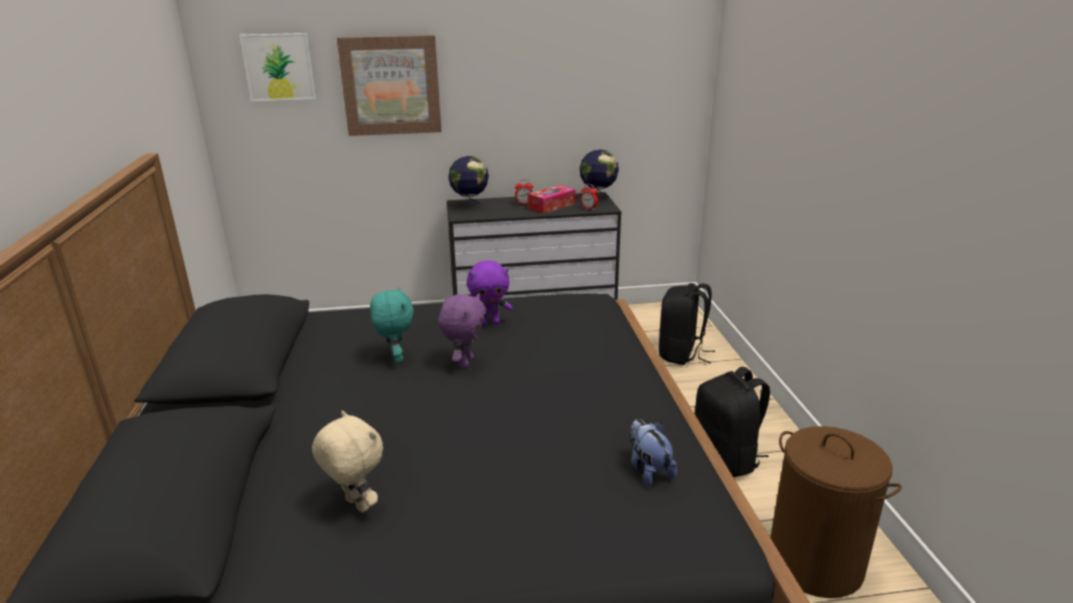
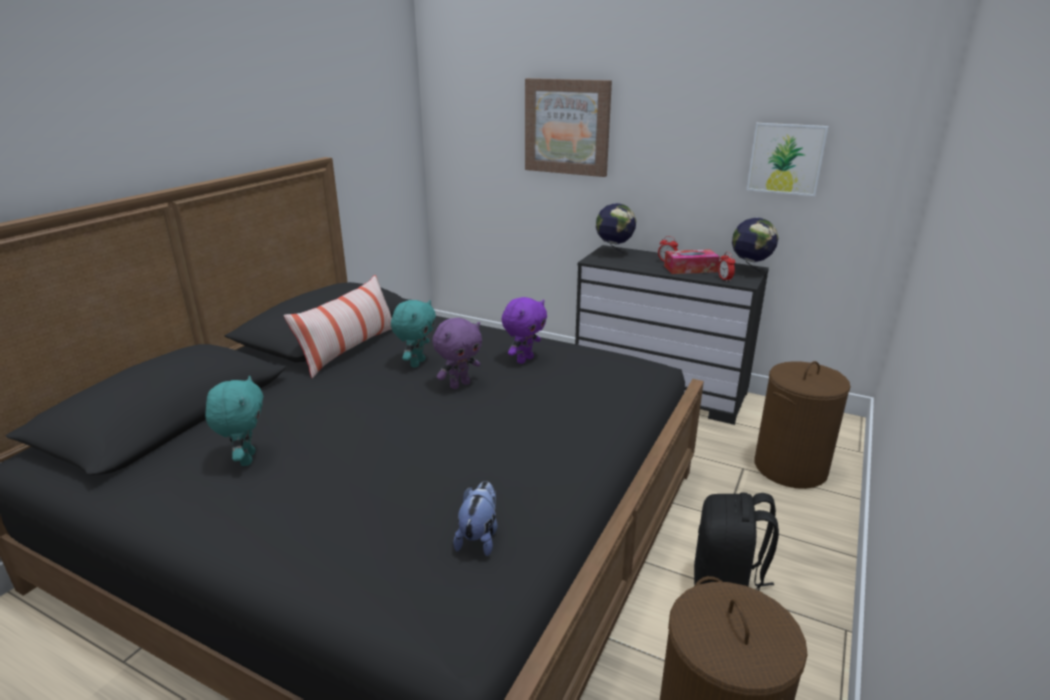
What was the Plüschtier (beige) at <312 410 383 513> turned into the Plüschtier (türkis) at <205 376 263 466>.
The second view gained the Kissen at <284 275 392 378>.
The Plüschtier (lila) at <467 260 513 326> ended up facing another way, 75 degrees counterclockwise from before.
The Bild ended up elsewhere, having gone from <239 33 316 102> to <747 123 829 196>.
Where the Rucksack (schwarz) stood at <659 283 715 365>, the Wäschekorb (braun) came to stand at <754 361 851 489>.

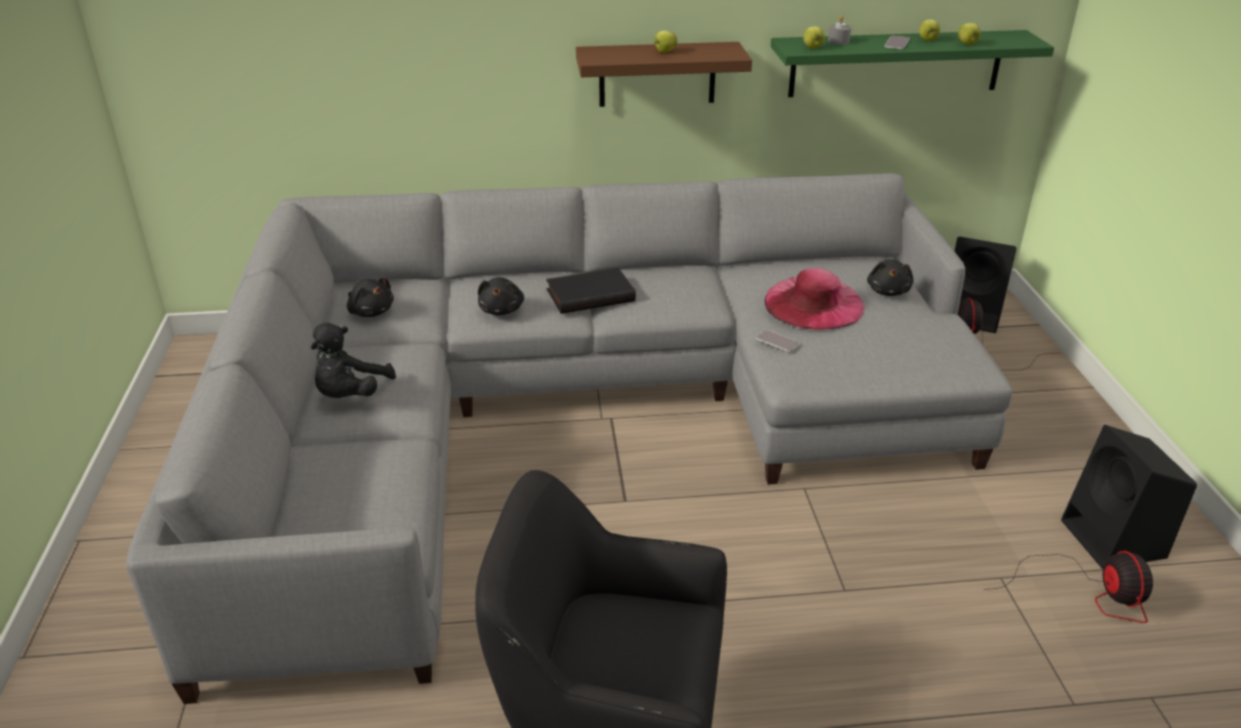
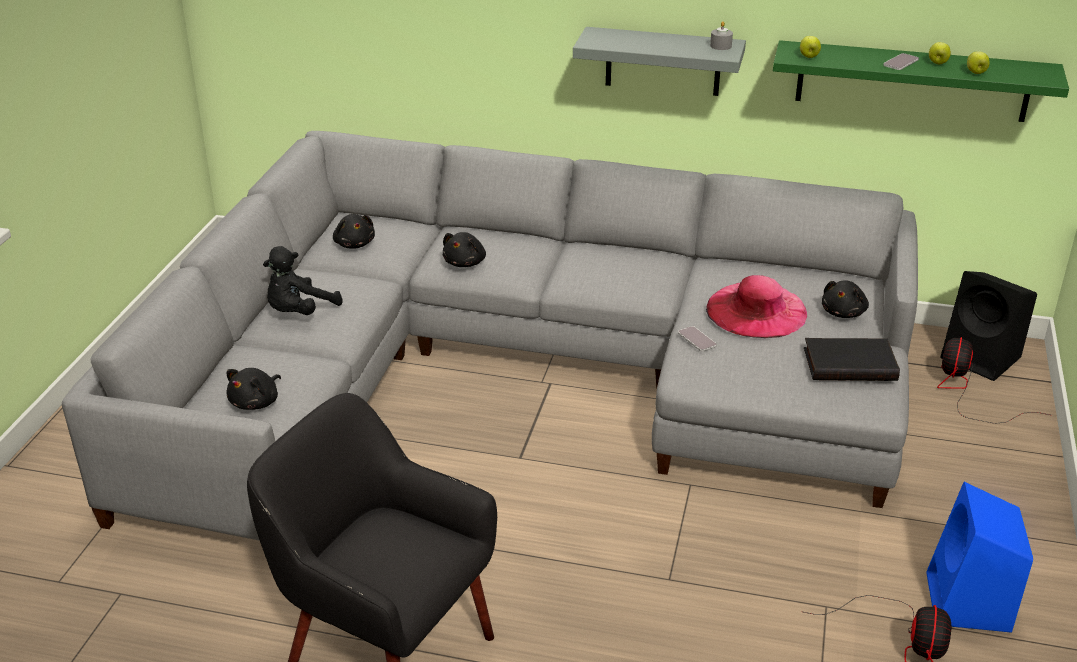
The second view gained the Plüschtier (schwarz) at <226 368 281 410>.
What was the Wandregal (braun) at <576 42 752 107> turned into the Wandregal (grau) at <573 27 746 96>.
The Kerze (grau) ended up elsewhere, having gone from <828 15 851 45> to <710 21 733 50>.
The Buch (schwarz) ended up elsewhere, having gone from <546 267 636 314> to <804 338 900 381>.
What was the Lautsprecher (schwarz) at <1061 425 1197 569> turned into the Lautsprecher (blau) at <926 482 1033 633>.
The second view lost the Apfel at <654 30 677 53>.

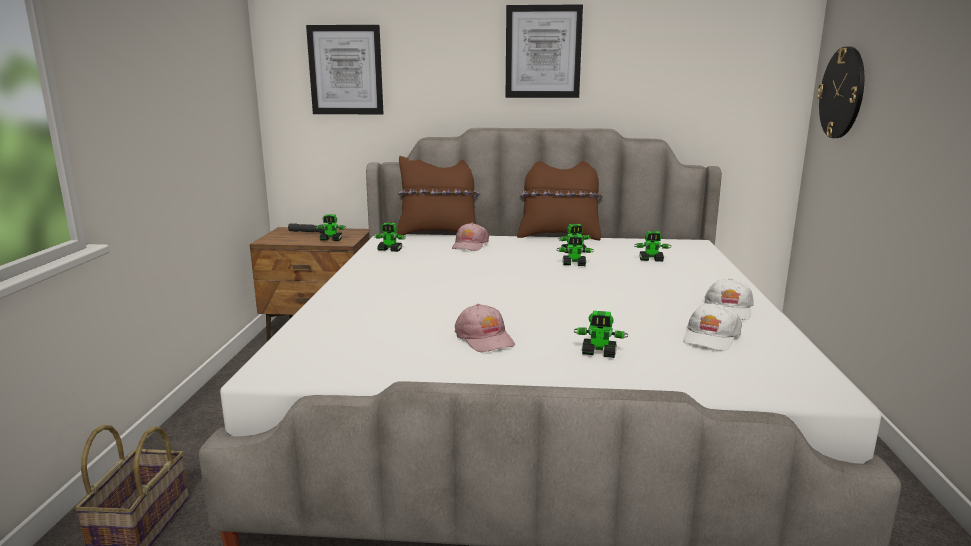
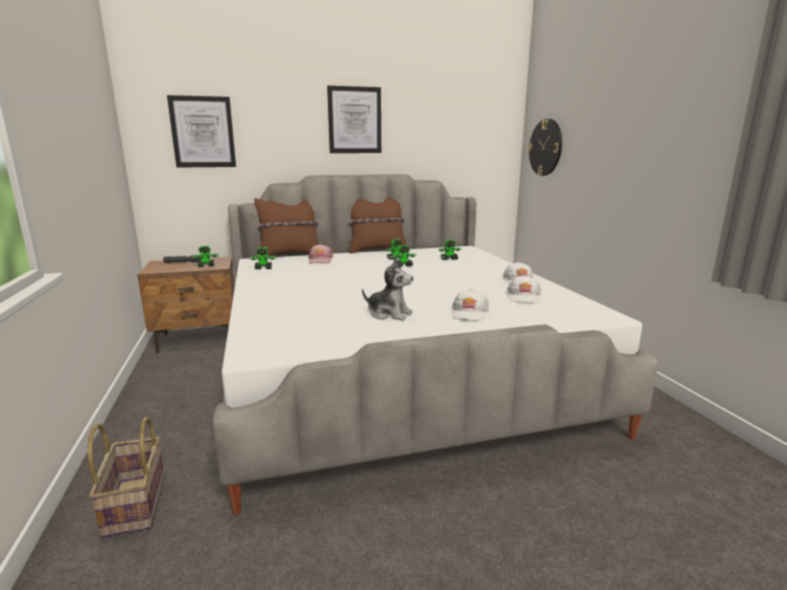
Where the Kappe (rosa) stood at <455 304 515 352>, the Plüschtier came to stand at <362 258 413 321>.
Where the Spielzeugroboter stood at <574 311 628 358>, the Kappe (weiß) came to stand at <452 289 489 321>.

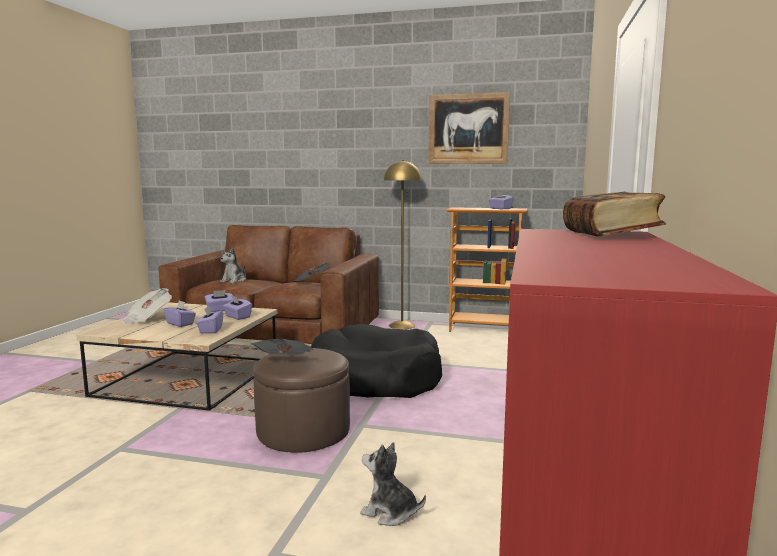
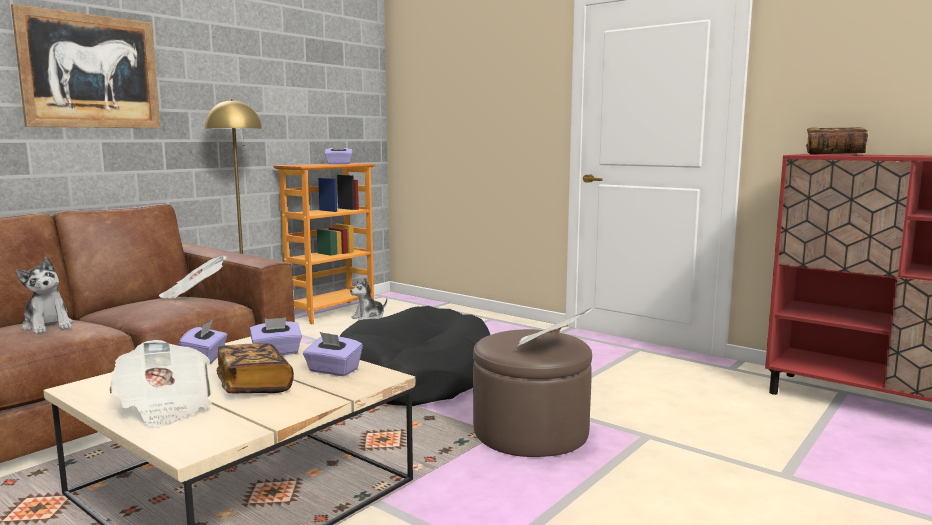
The Bild ended up elsewhere, having gone from <428 92 510 164> to <11 4 160 128>.
Where the Taschentuchbox (lila) stood at <164 301 196 327>, the Buch came to stand at <217 343 294 393>.
The Plüschtier ended up elsewhere, having gone from <360 442 426 526> to <350 277 387 320>.

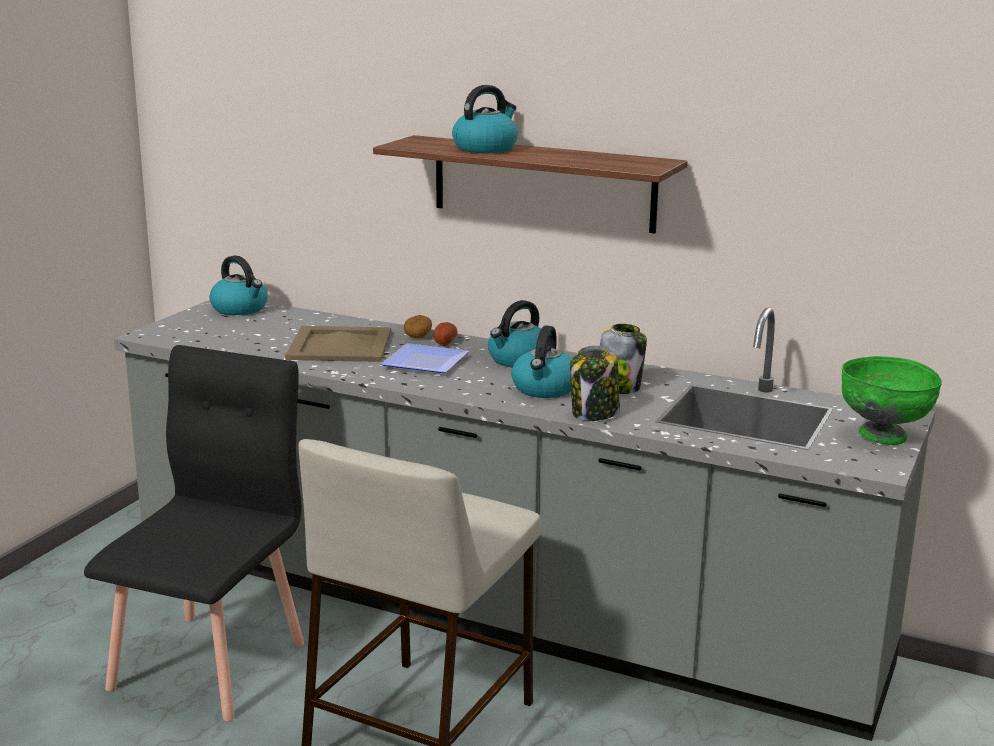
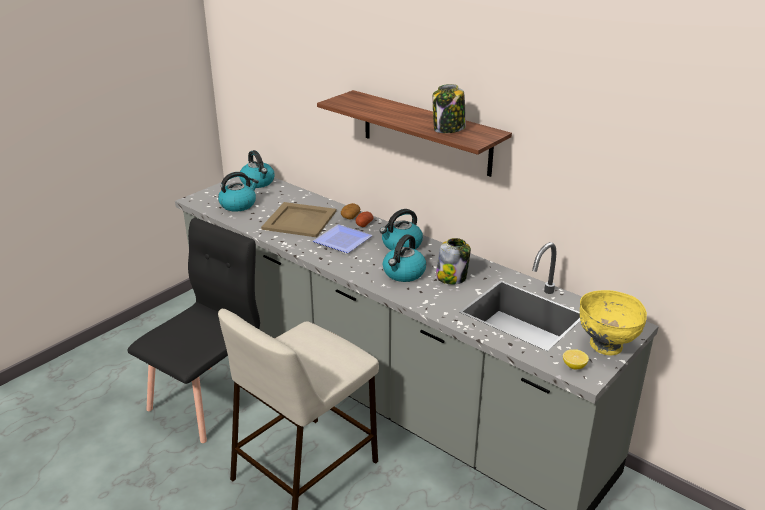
The Wasserkessel ended up elsewhere, having gone from <452 85 518 153> to <218 172 259 212>.
The Vorratsglas ended up elsewhere, having gone from <570 346 620 421> to <433 84 466 133>.
The second view gained the Zitrone at <563 349 589 369>.
What was the Schüssel (grün) at <842 356 942 445> turned into the Schüssel (gelb) at <580 290 647 356>.

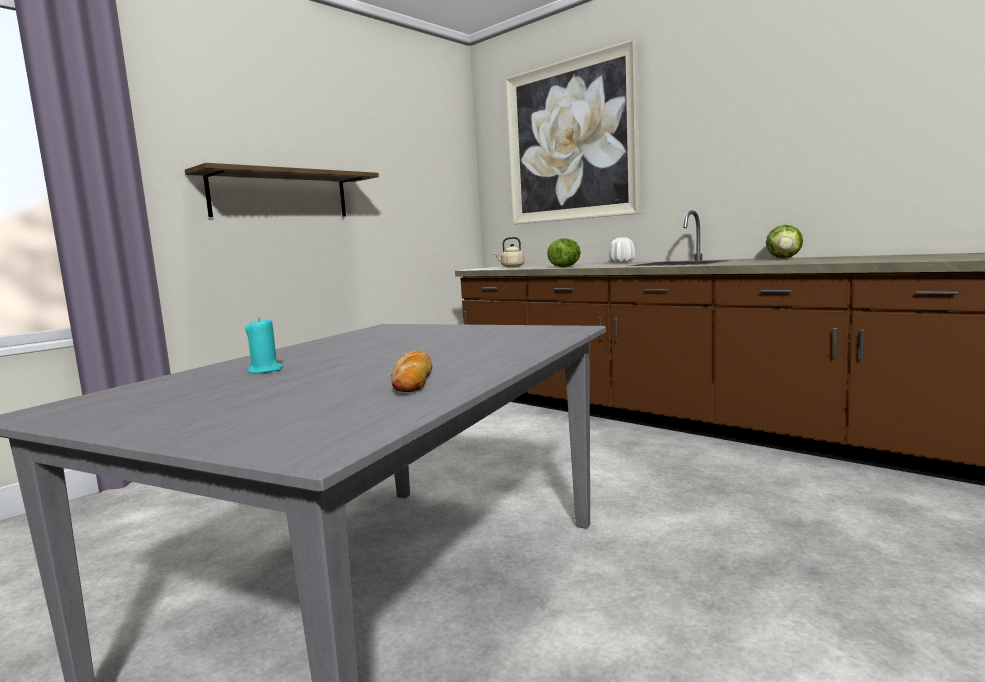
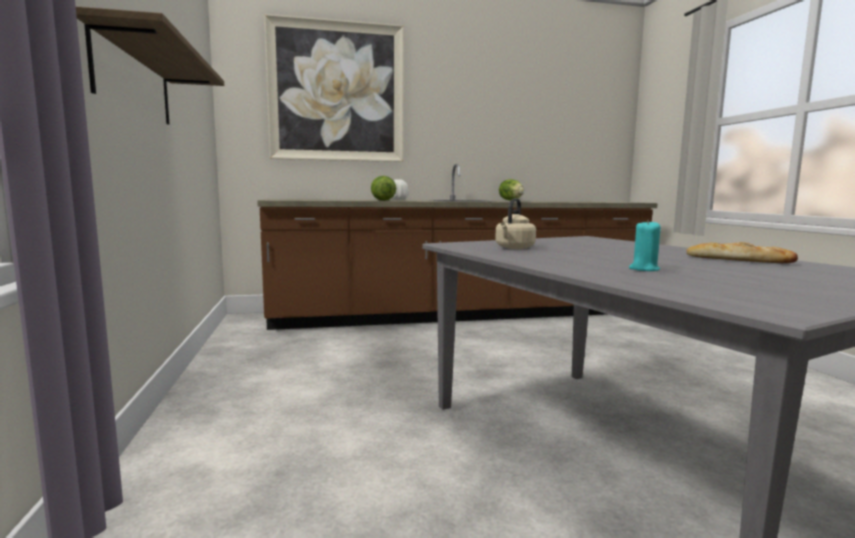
The Wasserkessel (beige) ended up elsewhere, having gone from <493 237 525 267> to <495 198 536 249>.

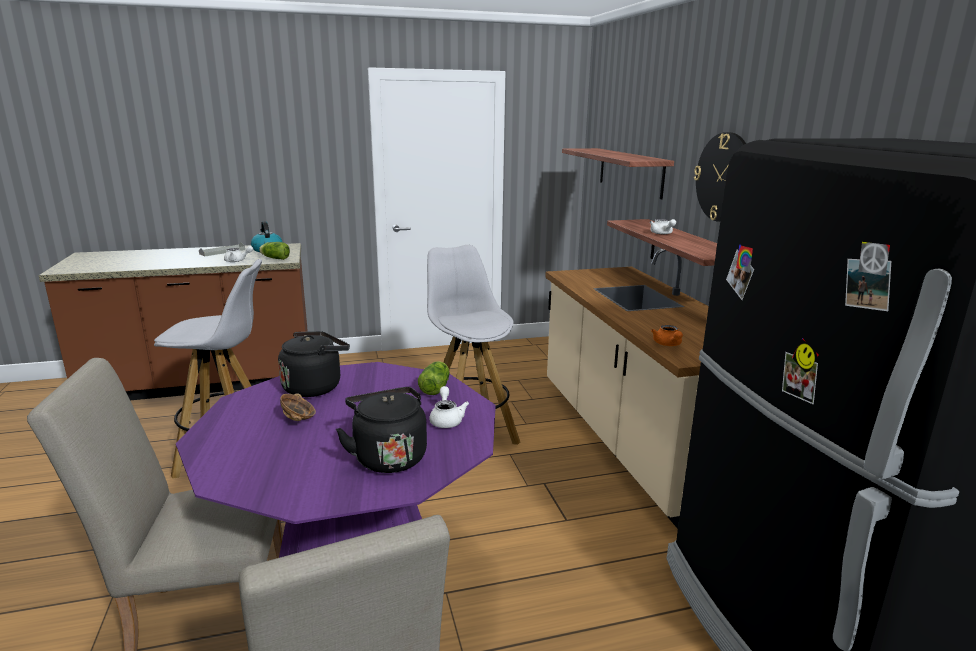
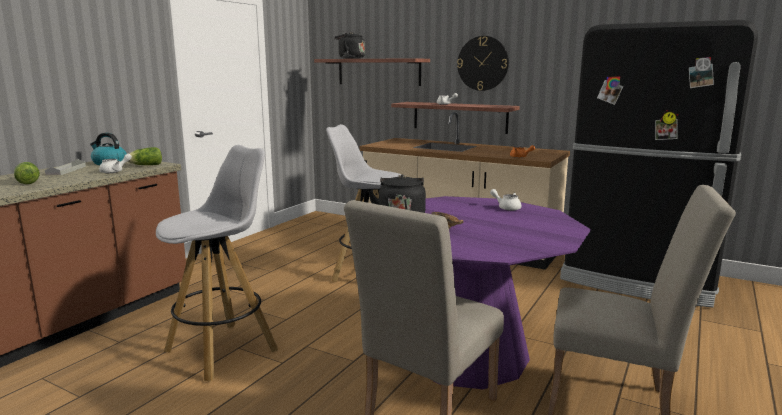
The Salatkopf ended up elsewhere, having gone from <418 361 450 395> to <14 162 40 184>.
The Wasserkessel (schwarz) ended up elsewhere, having gone from <336 387 427 473> to <334 32 365 59>.

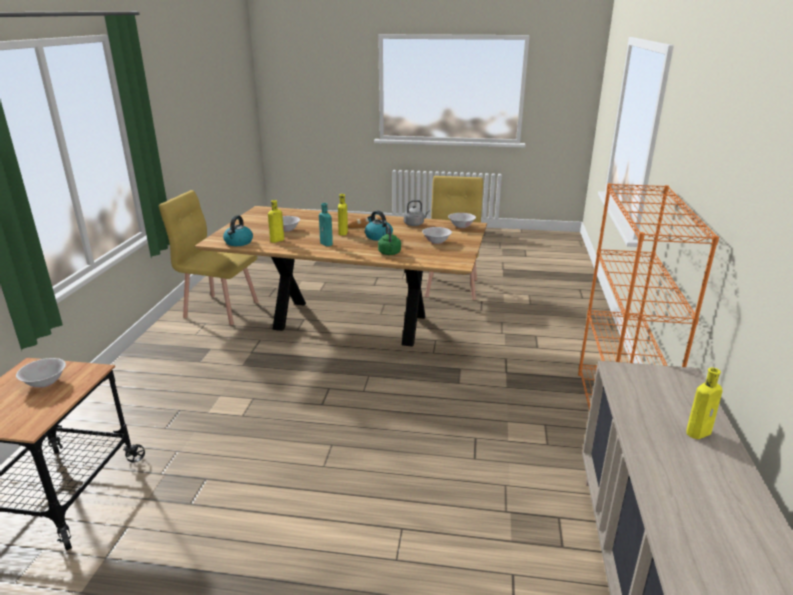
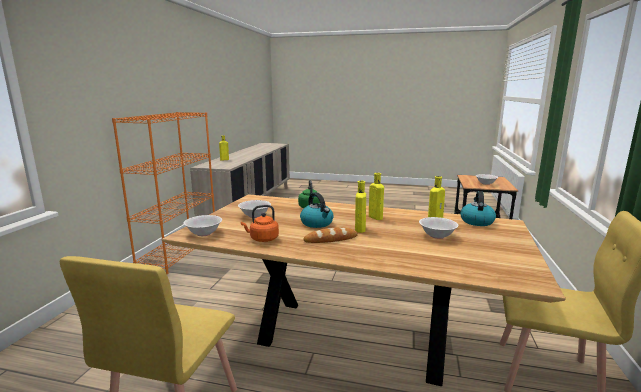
What was the Wasserkessel (grau) at <404 200 430 226> turned into the Wasserkessel (orange) at <241 205 279 242>.
What was the Flasche (türkis) at <319 203 333 246> turned into the Flasche (gelb) at <369 173 384 220>.

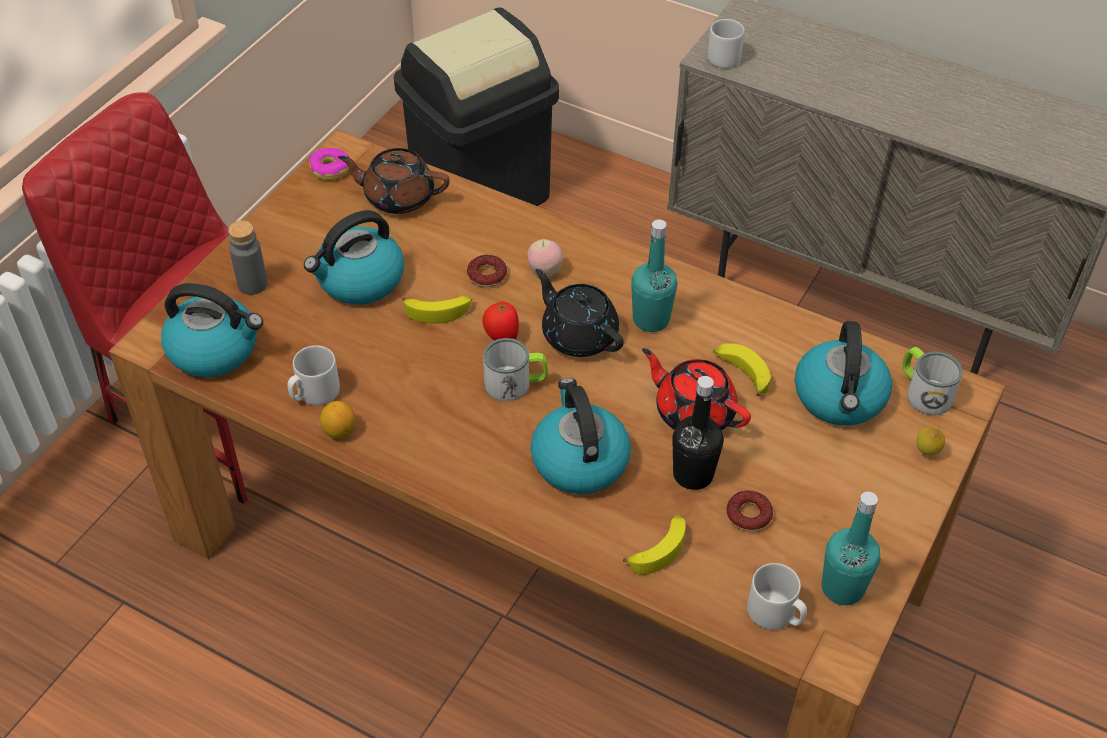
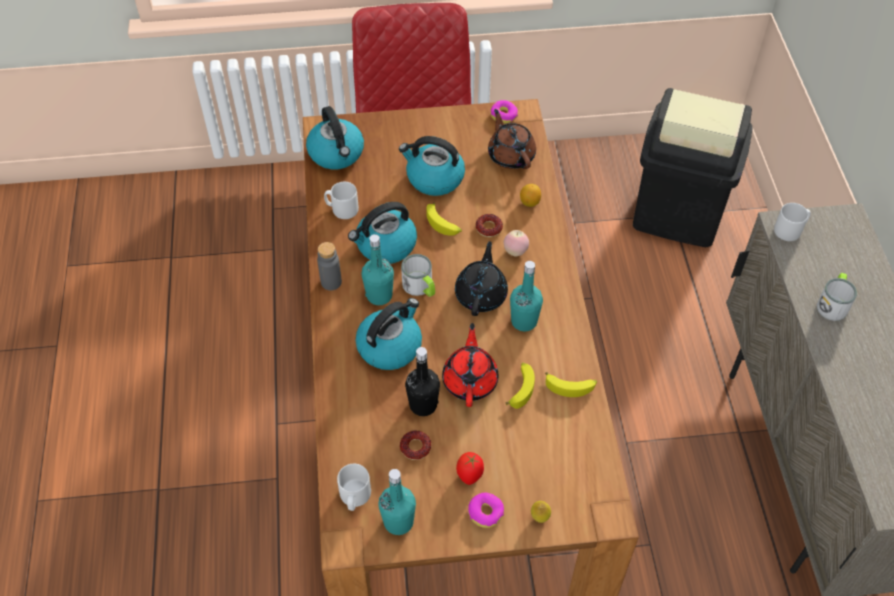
The Flasche (grau) ended up elsewhere, having gone from <228 220 268 295> to <317 242 342 290>.
The Wasserkessel ended up elsewhere, having gone from <795 321 892 426> to <348 202 417 264>.
The second view gained the Flasche (türkis) at <362 234 394 305>.
The Tomate ended up elsewhere, having gone from <482 301 519 341> to <456 452 484 485>.
The second view gained the Donut at <468 492 504 528>.
The Zitrone ended up elsewhere, having gone from <320 401 356 439> to <520 184 541 207>.
The Banane ended up elsewhere, having gone from <623 514 686 575> to <545 372 597 397>.
The Henkelbecher ended up elsewhere, having gone from <902 347 963 415> to <817 273 857 321>.

